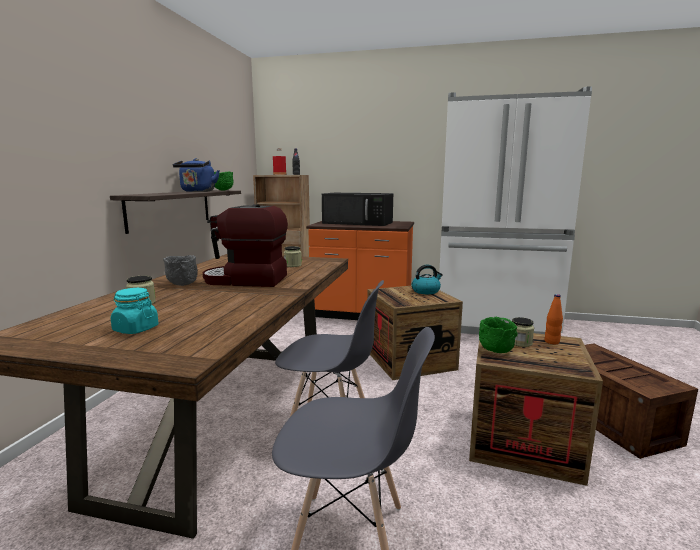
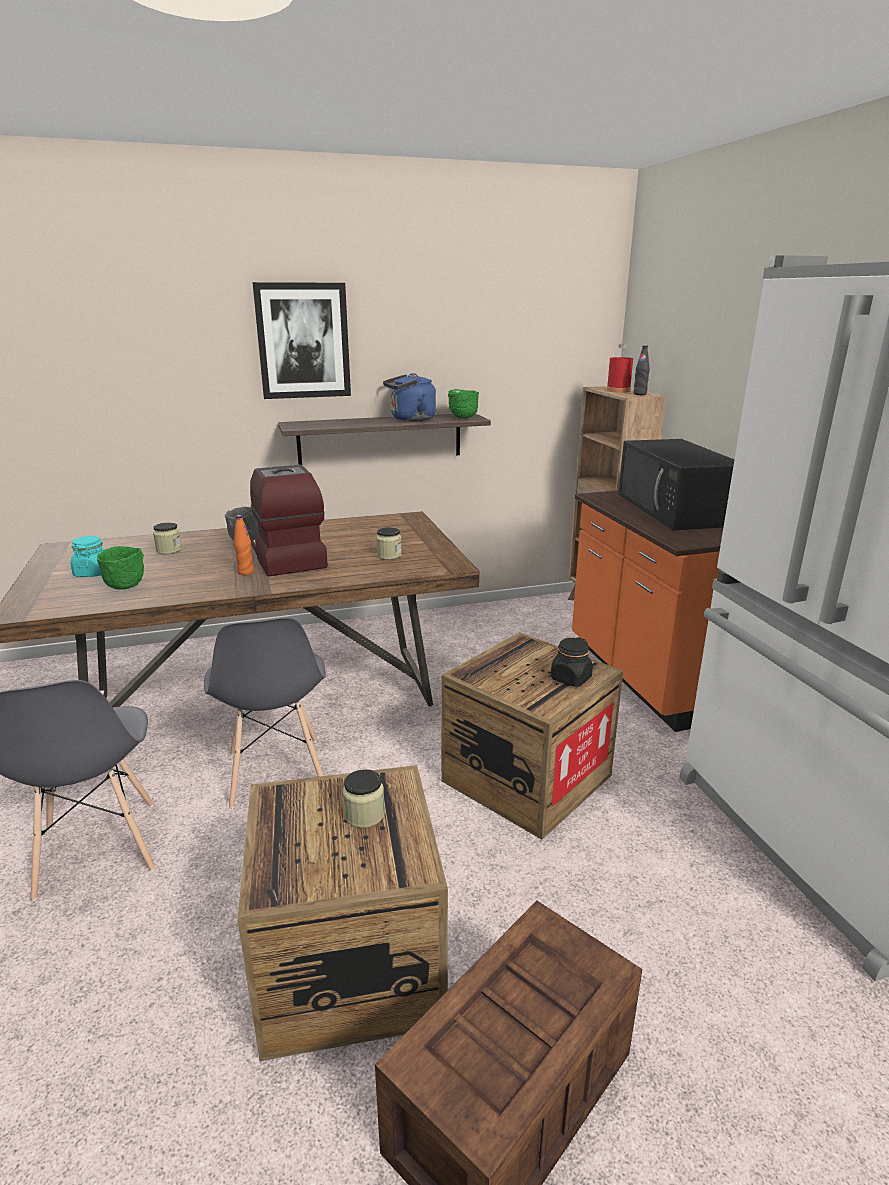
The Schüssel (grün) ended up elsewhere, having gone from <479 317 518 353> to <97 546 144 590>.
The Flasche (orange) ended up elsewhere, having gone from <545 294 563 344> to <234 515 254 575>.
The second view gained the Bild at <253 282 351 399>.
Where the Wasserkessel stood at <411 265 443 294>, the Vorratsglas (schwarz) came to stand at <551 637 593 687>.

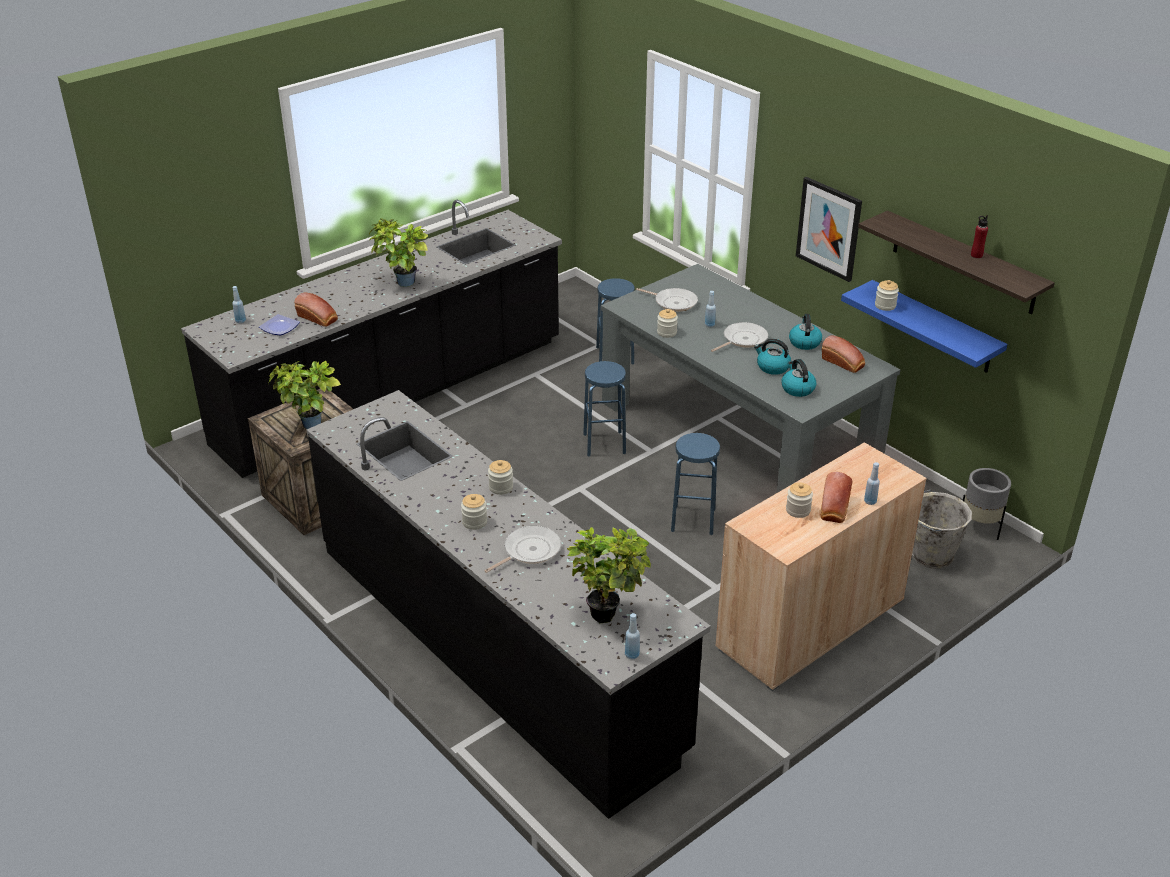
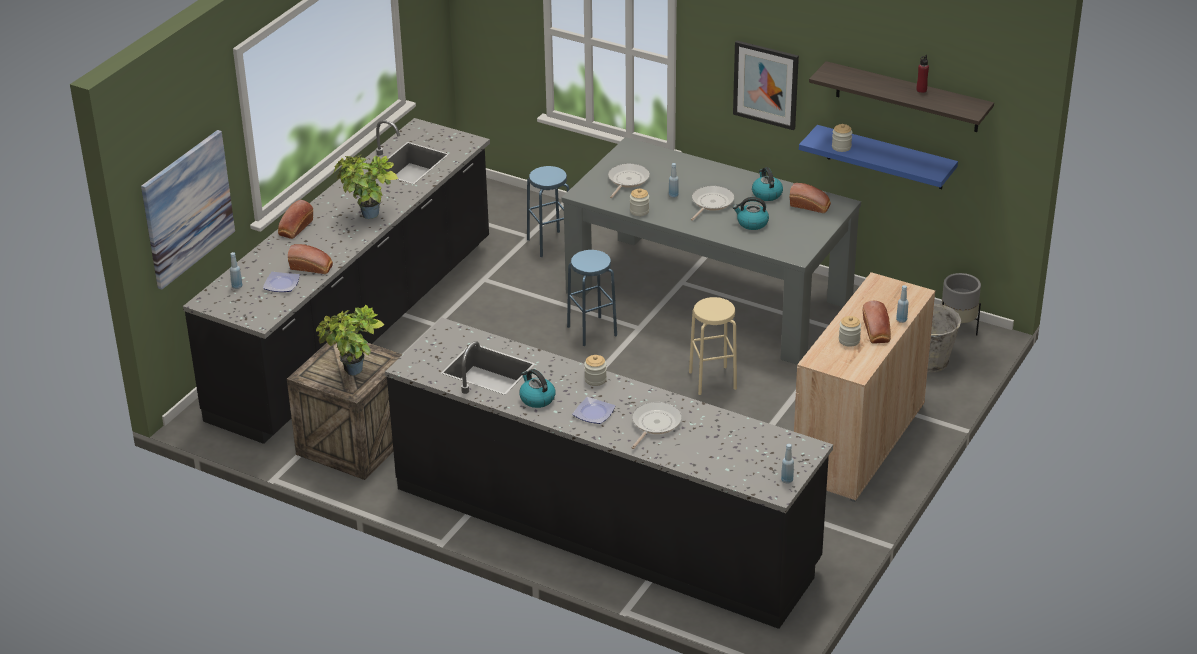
The second view gained the Bild at <141 130 235 290>.
The second view gained the Brot at <278 200 313 239>.
The Wasserkessel ended up elsewhere, having gone from <781 359 816 397> to <519 369 555 408>.
Where the Vorratsglas stood at <461 494 487 530>, the Teller came to stand at <572 397 615 424>.
The Pfanne at <636 288 698 312> ended up facing another way, 75 degrees counterclockwise from before.
What was the Hocker (blau) at <671 433 720 535> turned into the Hocker (beige) at <689 297 737 395>.
The second view lost the Topfpflanze at <567 527 651 623>.

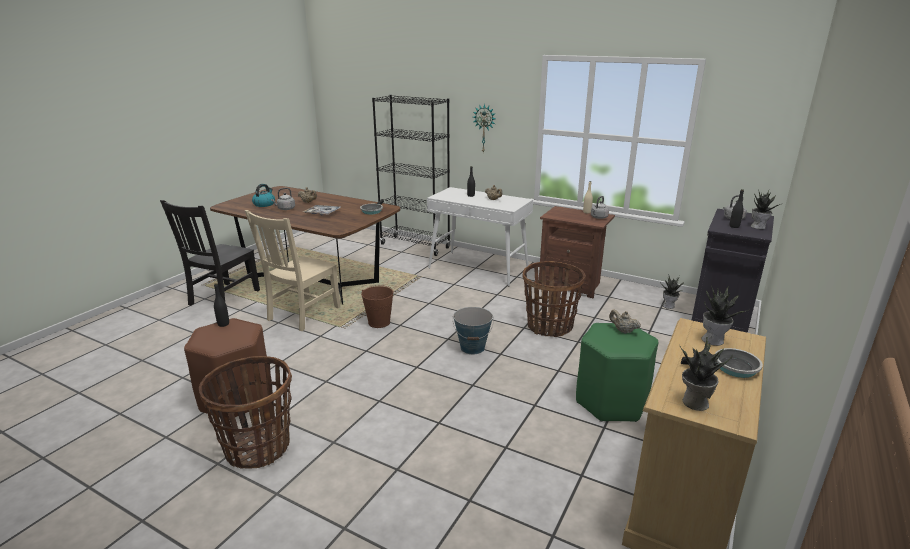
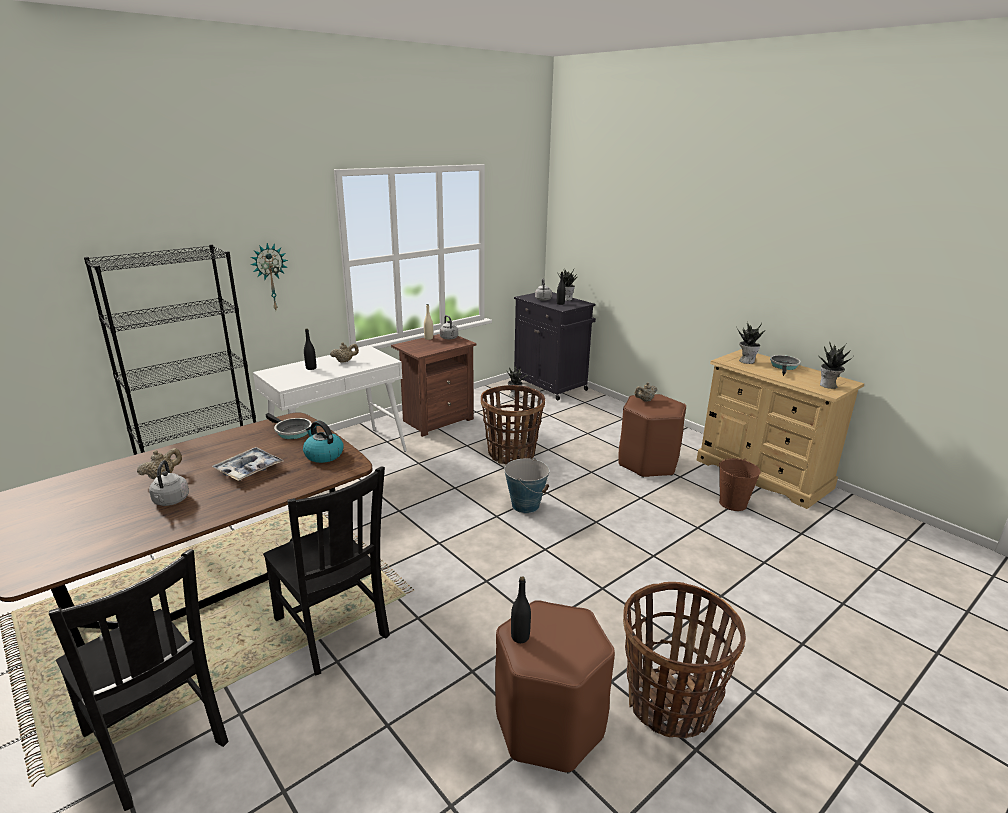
What was the Stuhl (beige) at <245 210 340 331> turned into the Stuhl (schwarz) at <263 467 390 676>.
The Wasserkessel ended up elsewhere, having gone from <252 184 275 207> to <303 420 343 463>.
What was the Hocker (grün) at <576 323 658 422> turned into the Hocker (braun) at <618 394 686 478>.
The Eimer (braun) ended up elsewhere, having gone from <361 285 393 328> to <719 458 761 511>.

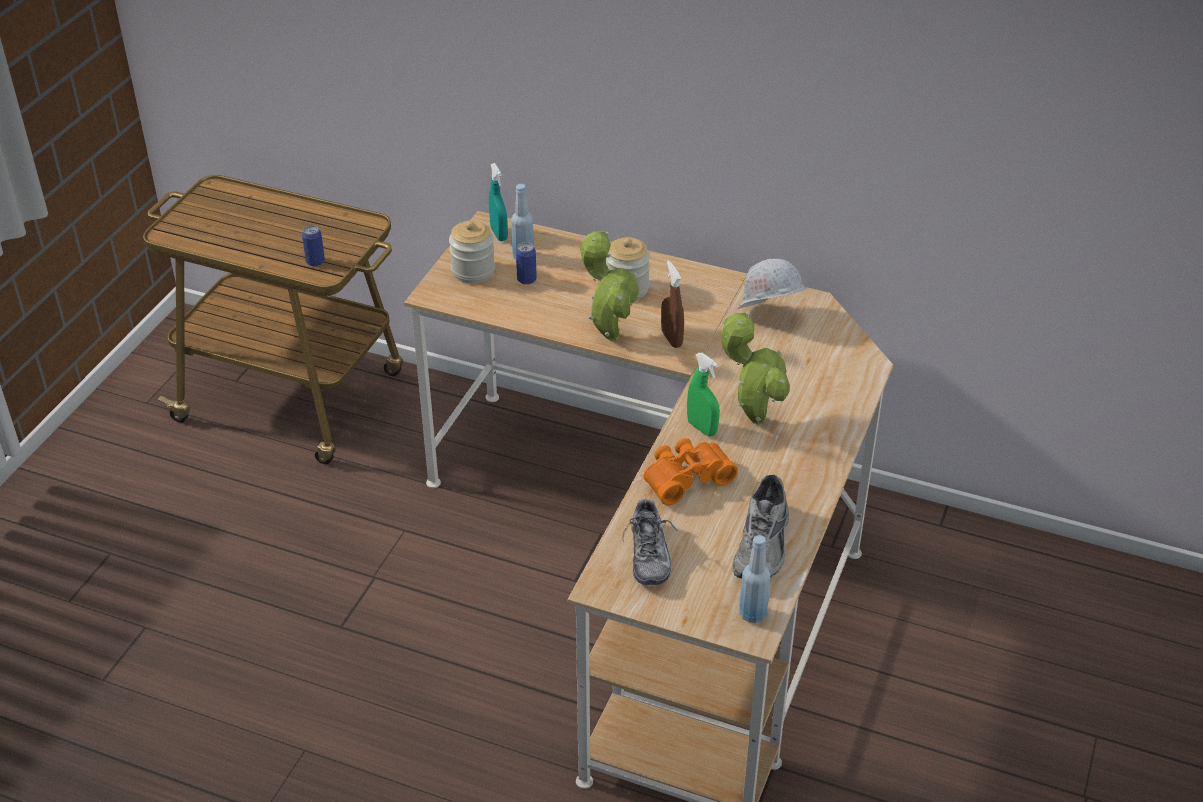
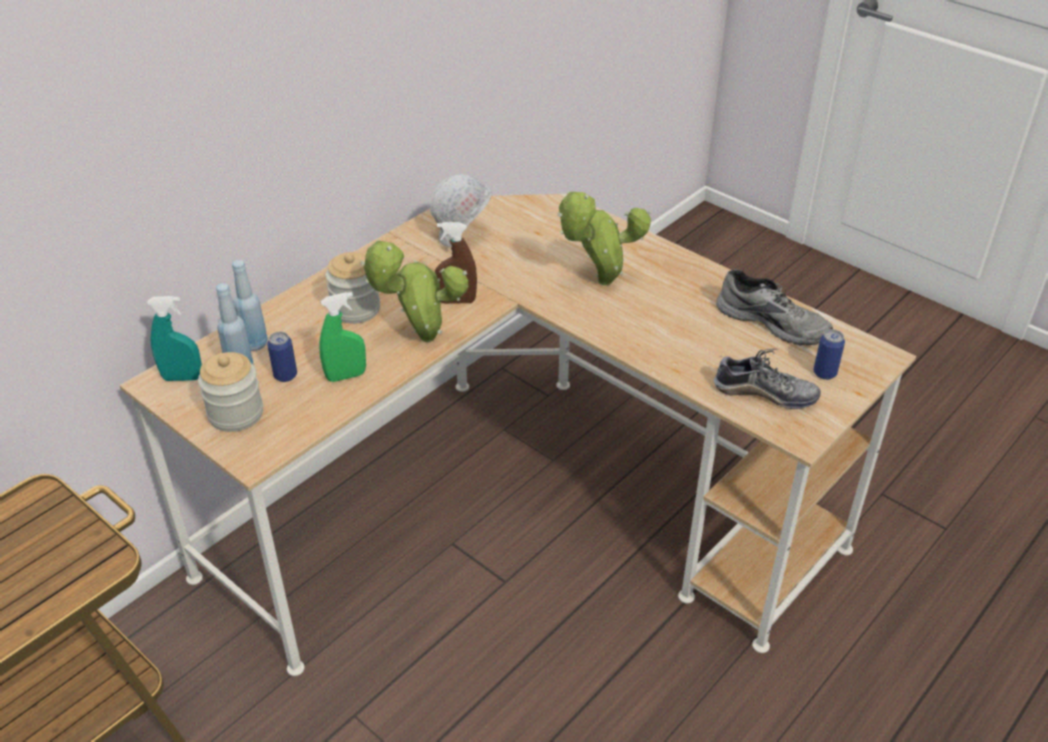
The Flasche (blau) ended up elsewhere, having gone from <739 535 771 623> to <232 260 268 351>.
The Sprühflasche (grün) ended up elsewhere, having gone from <687 353 720 436> to <319 292 366 382>.
The Dose ended up elsewhere, having gone from <302 225 325 266> to <813 329 845 380>.
The second view lost the Fernglas (orange) at <644 438 738 505>.

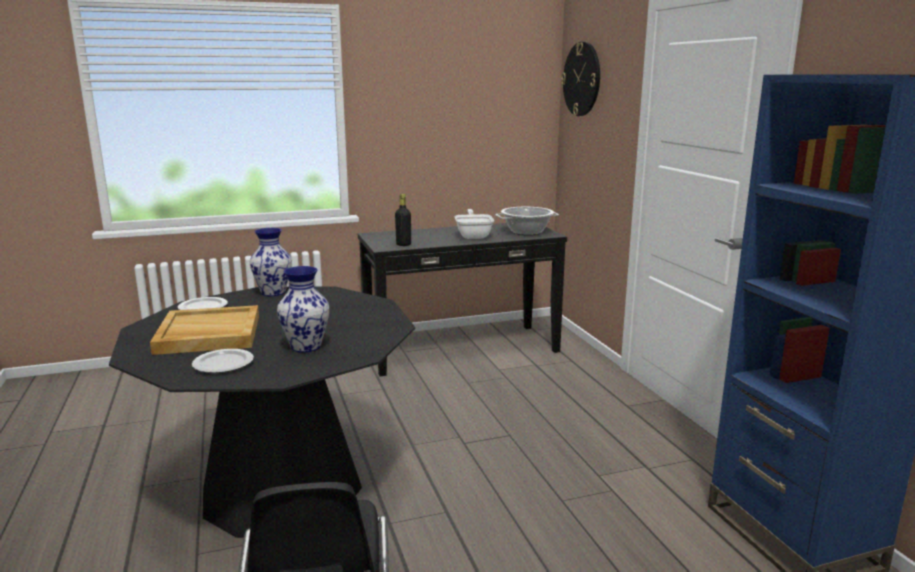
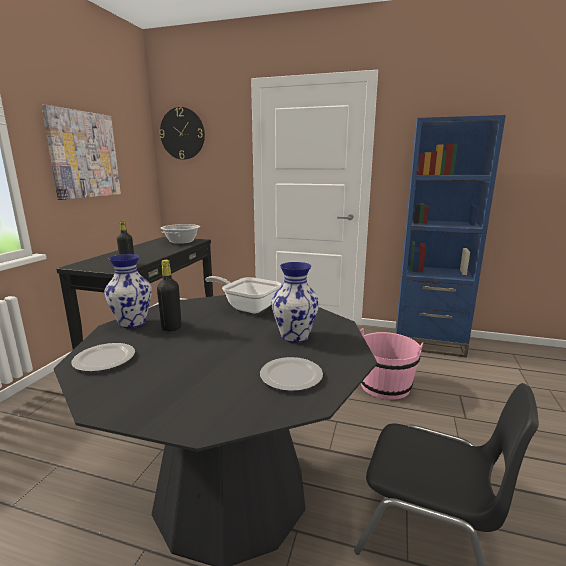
The second view gained the Bild at <41 105 121 200>.
The second view gained the Flasche (schwarz) at <157 260 182 332>.
The Pfanne ended up elsewhere, having gone from <454 209 494 239> to <205 276 281 313>.
The second view gained the Eimer (rosa) at <360 328 423 400>.
The second view lost the Tablett (beige) at <150 305 259 355>.

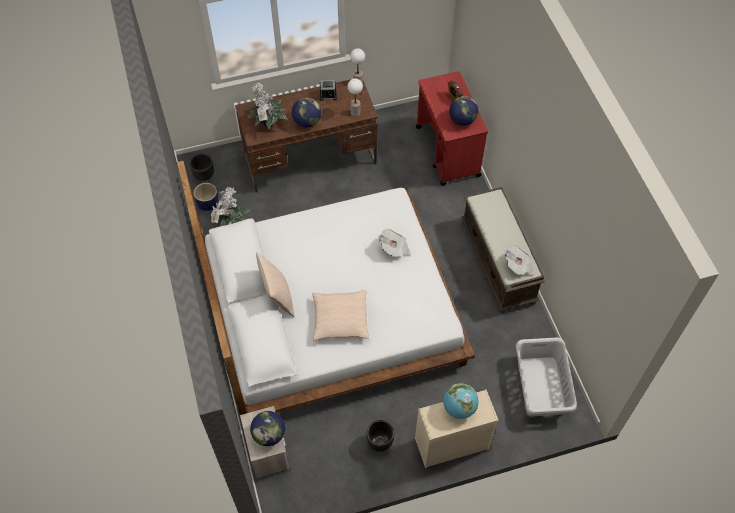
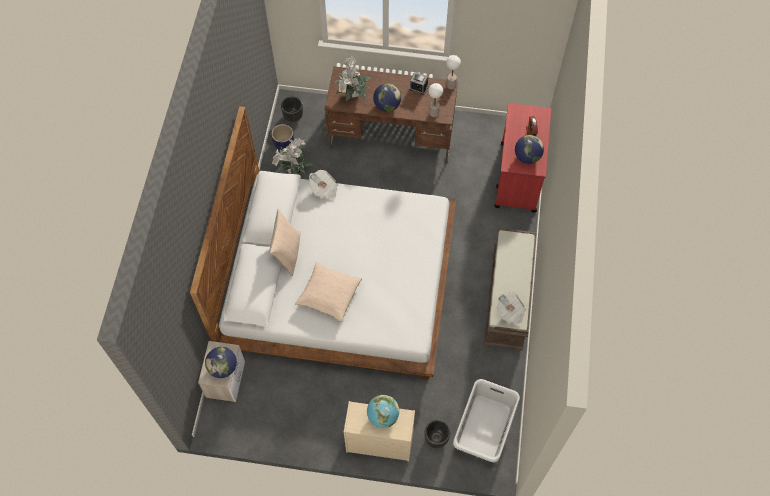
The Zeitung ended up elsewhere, having gone from <378 229 411 257> to <309 170 338 200>.
The Pflanzkübel (schwarz) ended up elsewhere, having gone from <367 420 394 452> to <425 420 450 448>.

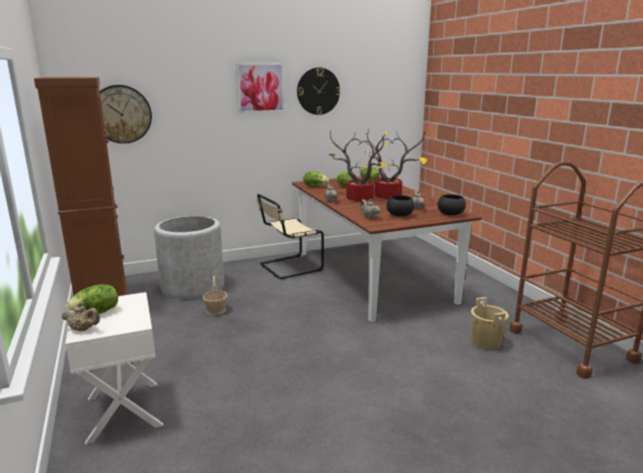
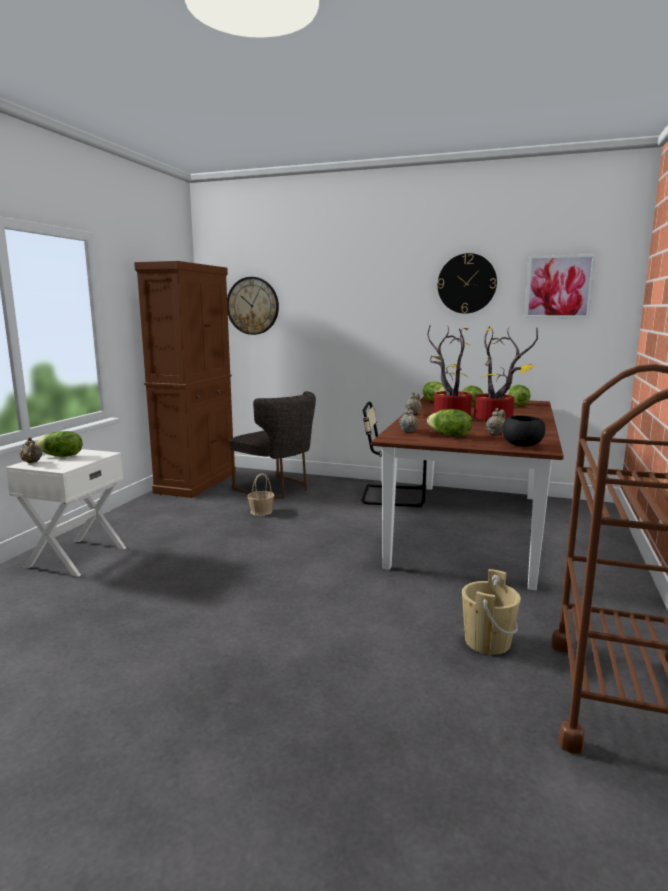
Where the Pflanzkübel (grau) stood at <154 216 224 299>, the Stuhl (grau) came to stand at <229 391 316 498>.
Where the Schüssel (schwarz) stood at <386 195 414 217>, the Salatkopf came to stand at <427 409 472 436>.
The Bild ended up elsewhere, having gone from <236 63 285 113> to <525 254 596 318>.

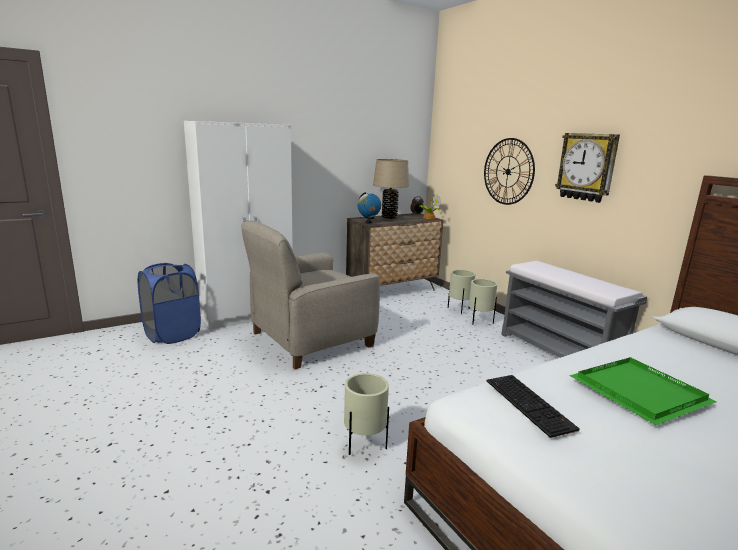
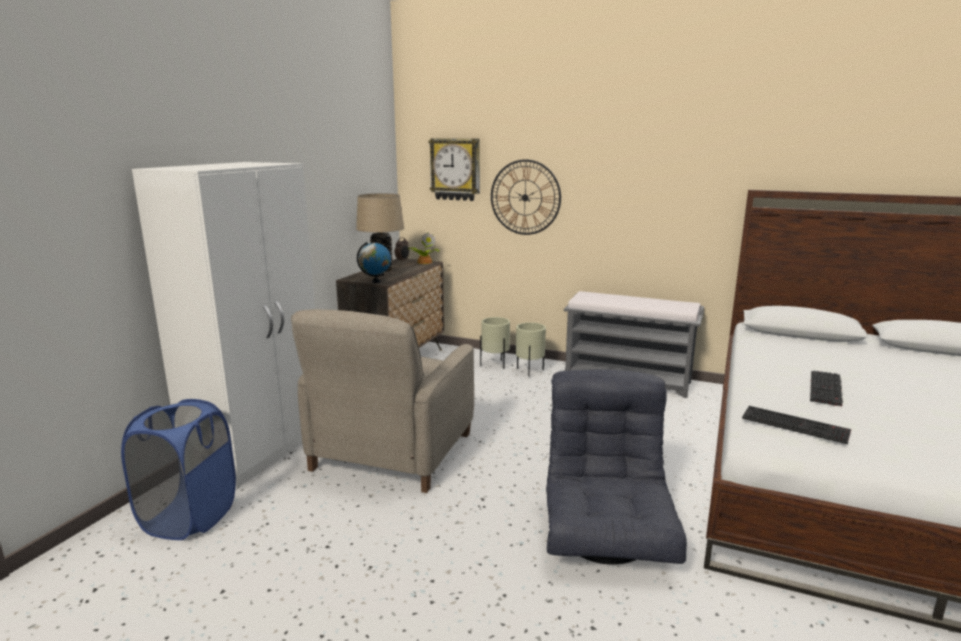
The Wanduhr ended up elsewhere, having gone from <555 133 620 203> to <429 138 480 201>.
Where the Pflanzkübel (beige) stood at <344 373 389 455>, the Sessel (grau) came to stand at <546 369 687 565>.
Where the Tablett (grün) stood at <569 357 717 425>, the Tastatur came to stand at <810 371 843 407>.

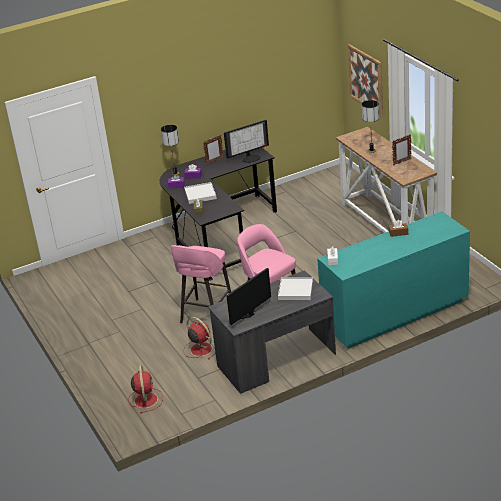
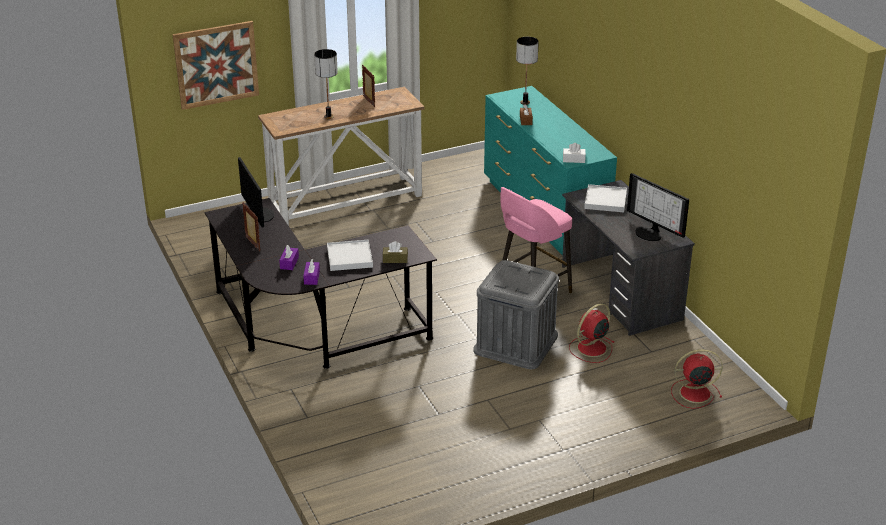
Where the Hocker (rosa) stood at <171 245 231 323>, the Aufbewahrungsbox (grau) came to stand at <473 260 559 369>.
The Tischlampe ended up elsewhere, having gone from <161 125 179 175> to <516 37 539 105>.

